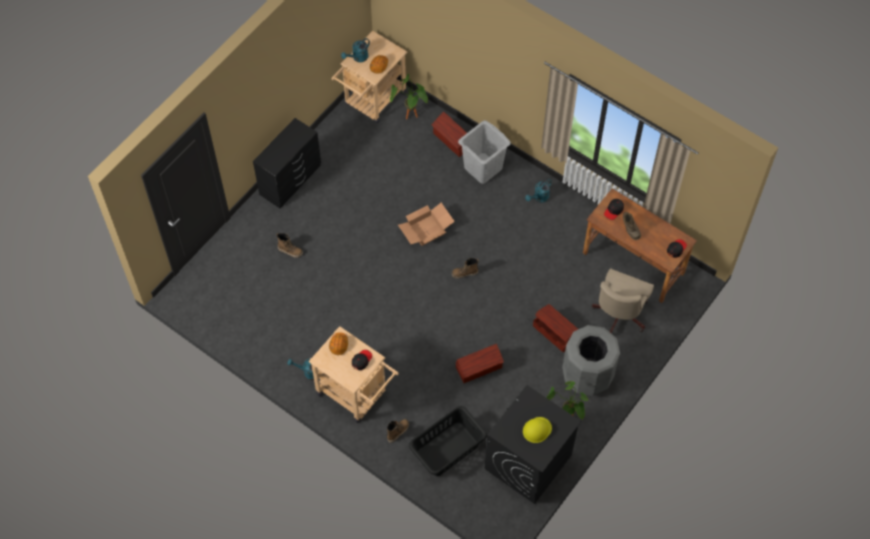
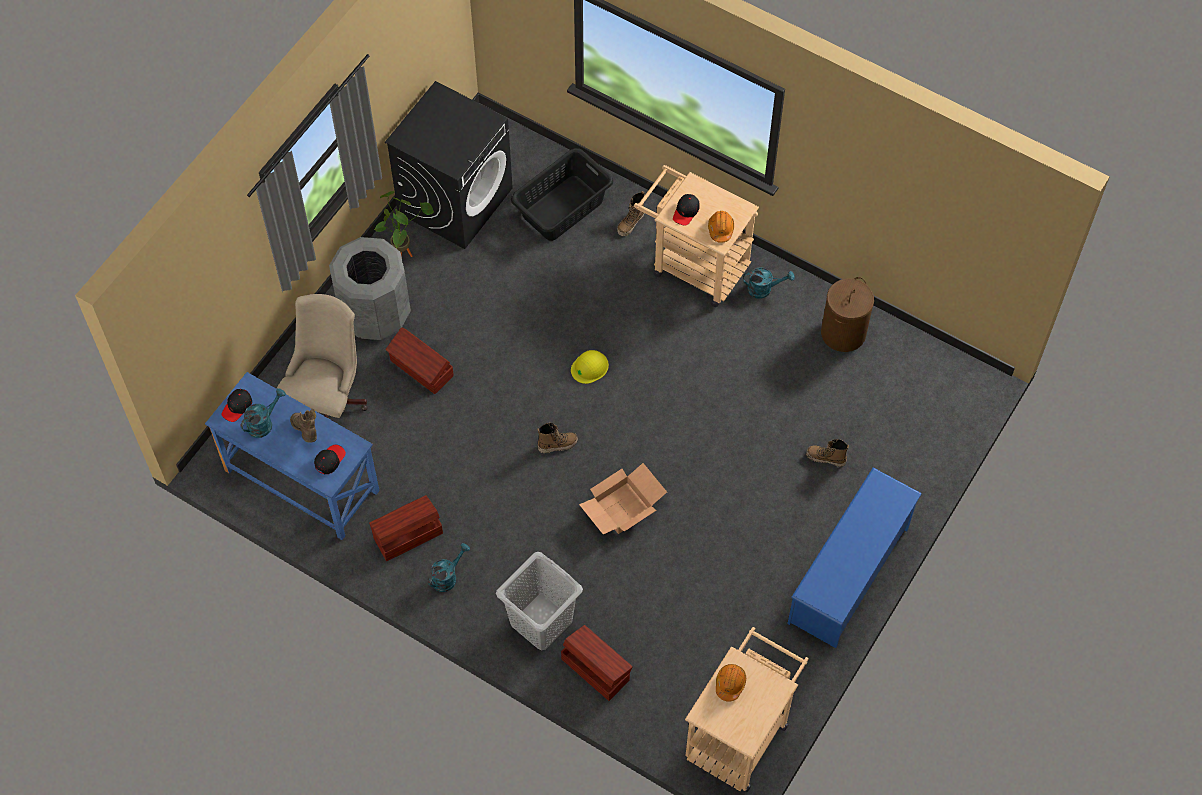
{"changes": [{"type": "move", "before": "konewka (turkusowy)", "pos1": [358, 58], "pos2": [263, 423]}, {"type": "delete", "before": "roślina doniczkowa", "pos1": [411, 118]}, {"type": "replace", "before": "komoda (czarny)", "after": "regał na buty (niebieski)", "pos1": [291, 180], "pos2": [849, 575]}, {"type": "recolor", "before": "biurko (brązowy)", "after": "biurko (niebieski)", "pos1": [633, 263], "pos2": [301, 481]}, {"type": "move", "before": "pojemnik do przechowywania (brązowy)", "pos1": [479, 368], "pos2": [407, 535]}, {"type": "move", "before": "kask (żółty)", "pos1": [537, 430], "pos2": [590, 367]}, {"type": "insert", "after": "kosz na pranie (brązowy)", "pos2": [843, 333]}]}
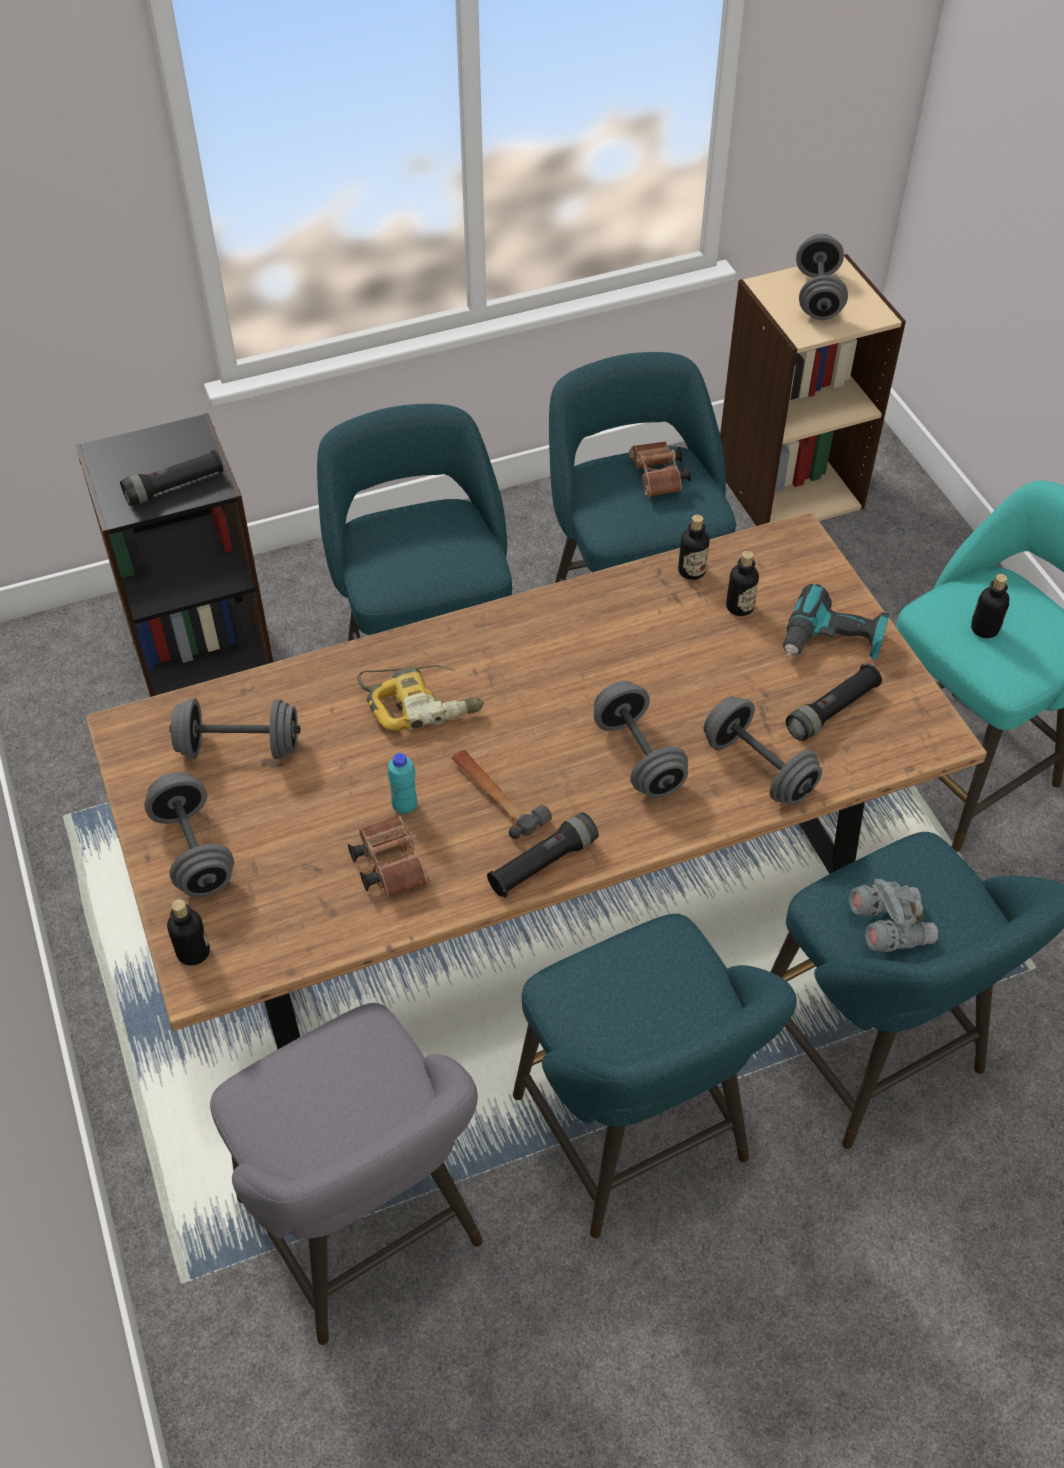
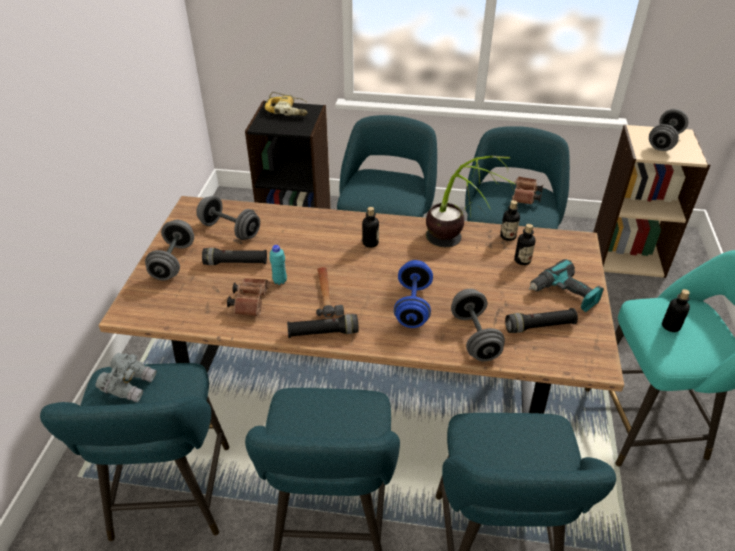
{"changes": [{"type": "move", "before": "latarka (czarny)", "pos1": [174, 487], "pos2": [236, 263]}, {"type": "move", "before": "wiertarka", "pos1": [421, 702], "pos2": [288, 110]}, {"type": "recolor", "before": "hantel (szary)", "after": "hantel (niebieski)", "pos1": [638, 757], "pos2": [413, 306]}, {"type": "move", "before": "lornetka (szary)", "pos1": [888, 927], "pos2": [129, 385]}, {"type": "move", "before": "butelka", "pos1": [193, 952], "pos2": [370, 243]}, {"type": "recolor", "before": "stołek (szary)", "after": "stołek (turkusowy)", "pos1": [366, 1233], "pos2": [170, 499]}, {"type": "insert", "after": "roślina doniczkowa", "pos2": [457, 248]}]}
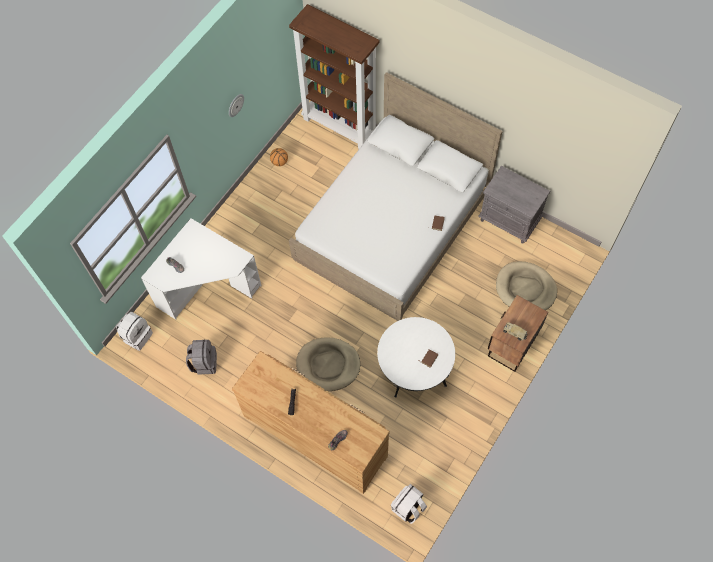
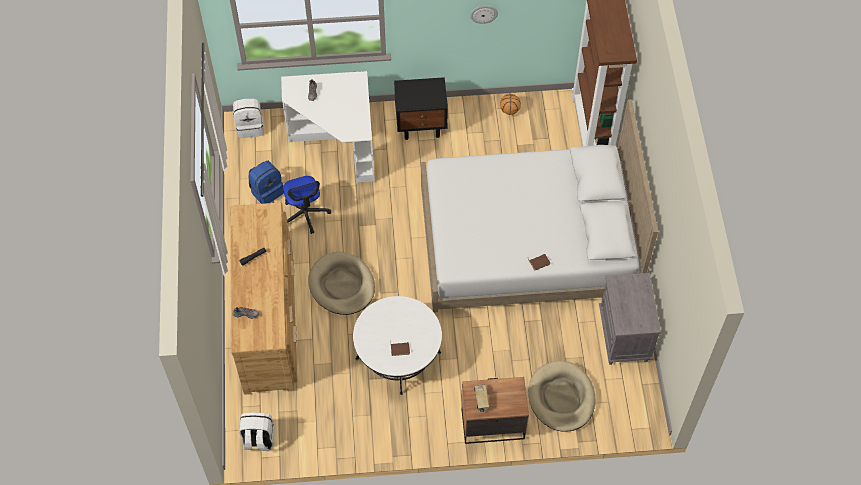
{"changes": [{"type": "recolor", "before": "plecak (szary)", "after": "plecak (niebieski)", "pos1": [204, 362], "pos2": [266, 191]}, {"type": "insert", "after": "szafka nocna (czarny)", "pos2": [421, 125]}, {"type": "insert", "after": "krzesło biurowe", "pos2": [305, 214]}]}
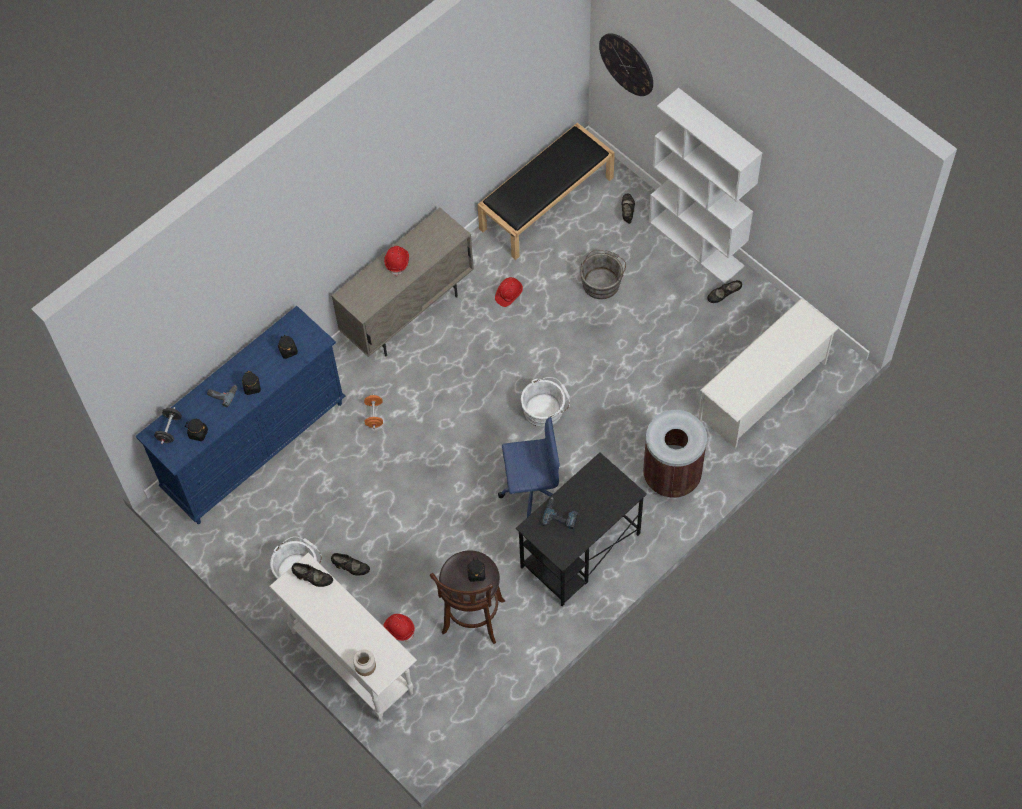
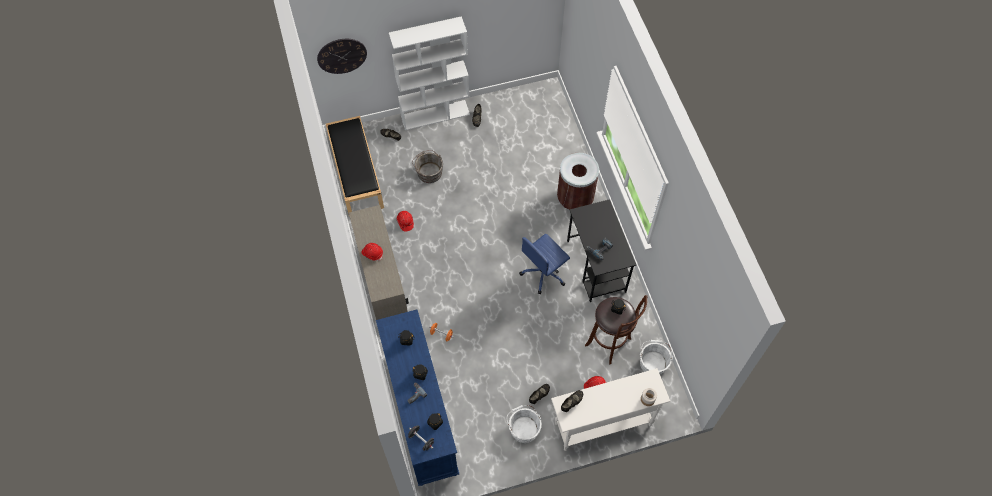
{"changes": [{"type": "delete", "before": "regał na buty (biały)", "pos1": [763, 391]}, {"type": "move", "before": "wiadro (biały)", "pos1": [545, 409], "pos2": [653, 361]}, {"type": "rotate", "before": "krzesło biurowe (niebieski)", "pos1": [531, 491], "pos2": [543, 273], "turn": -150}]}
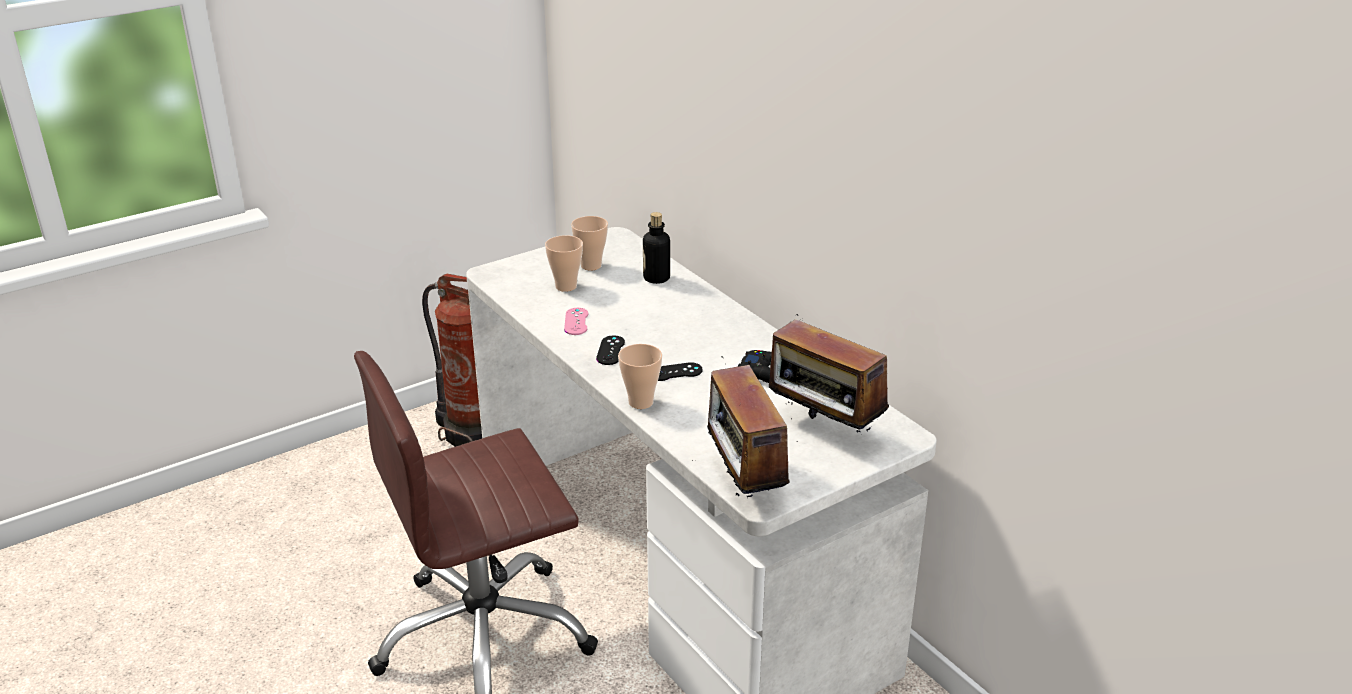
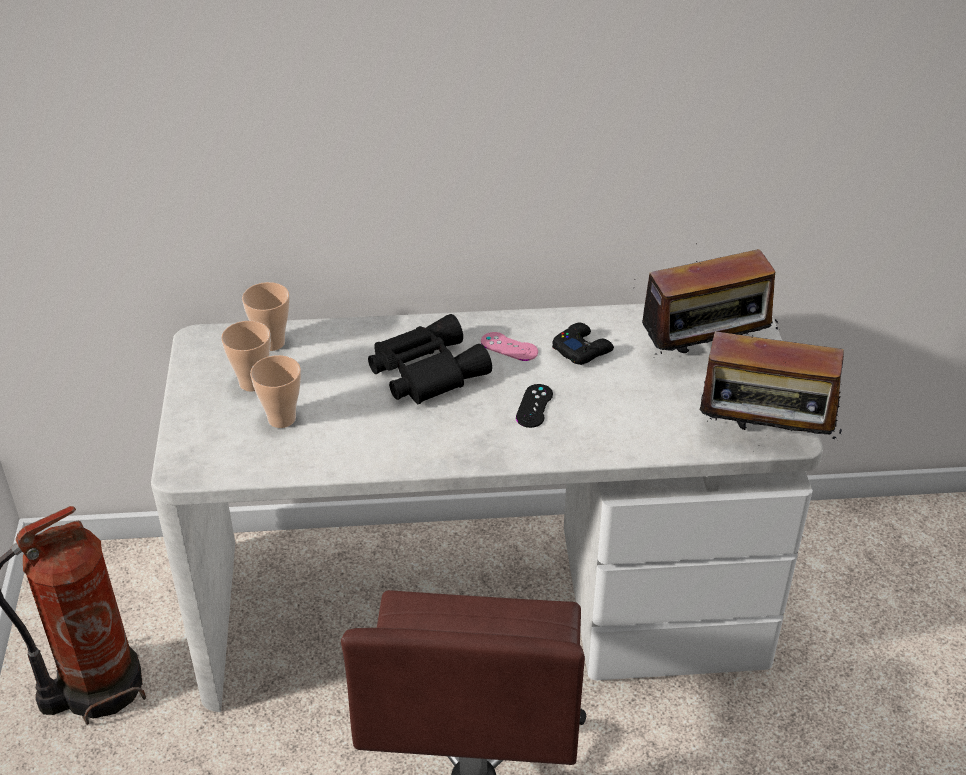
{"changes": [{"type": "delete", "before": "butelka", "pos1": [656, 278]}, {"type": "move", "before": "pad do gier (różowy)", "pos1": [576, 321], "pos2": [509, 347]}, {"type": "delete", "before": "pad do gier (czarny)", "pos1": [610, 350]}, {"type": "move", "before": "filiżanka", "pos1": [641, 402], "pos2": [272, 343]}, {"type": "insert", "after": "lornetka (czarny)", "pos2": [424, 370]}]}
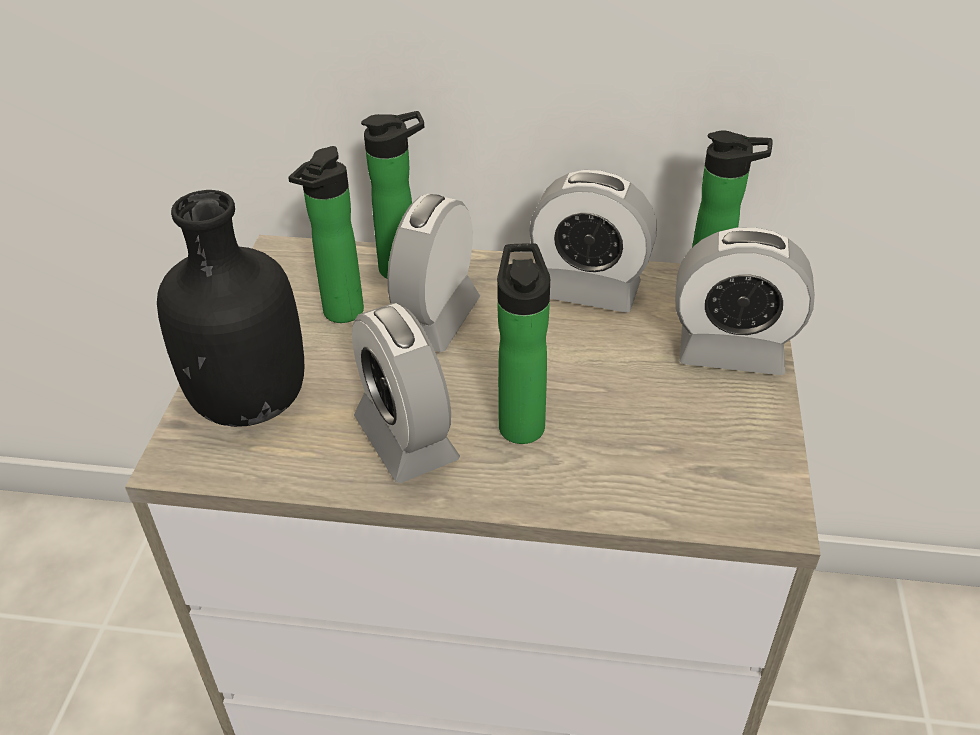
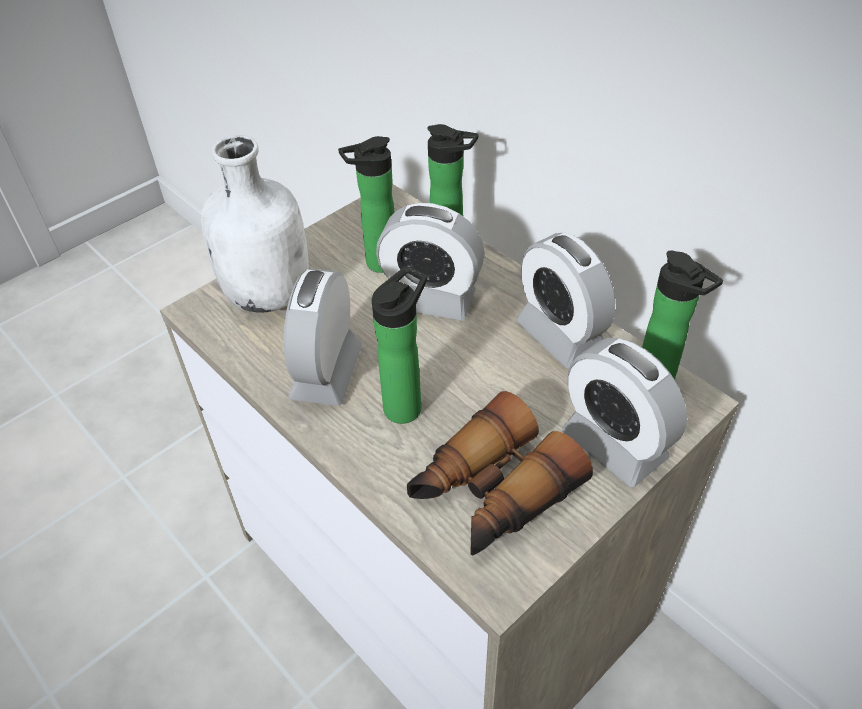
{"changes": [{"type": "recolor", "before": "butelka (czarny)", "after": "butelka (biały)", "pos1": [250, 400], "pos2": [270, 293]}, {"type": "rotate", "before": "budzik", "pos1": [435, 319], "pos2": [431, 299], "turn": -135}, {"type": "insert", "after": "lornetka", "pos2": [491, 492]}]}
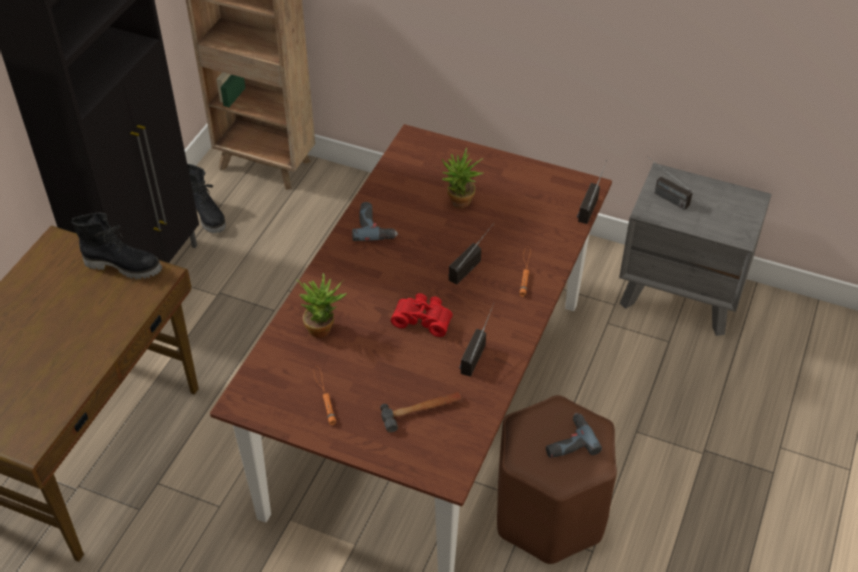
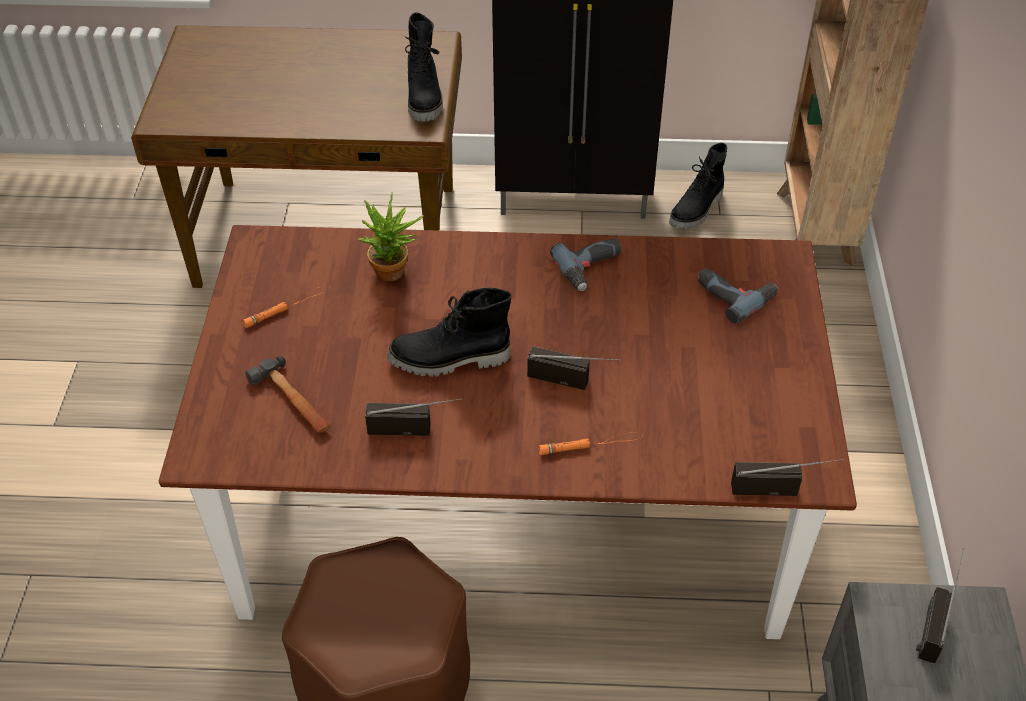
{"changes": [{"type": "delete", "before": "roślina doniczkowa", "pos1": [459, 204]}, {"type": "replace", "before": "lornetka (czerwony)", "after": "but z cholewką (czarny)", "pos1": [423, 319], "pos2": [449, 360]}, {"type": "move", "before": "wiertarka", "pos1": [567, 441], "pos2": [734, 294]}]}
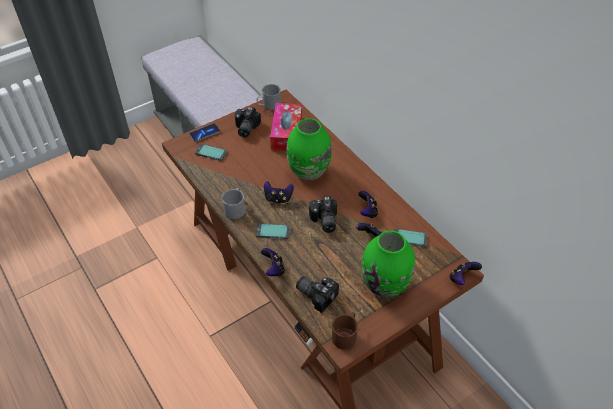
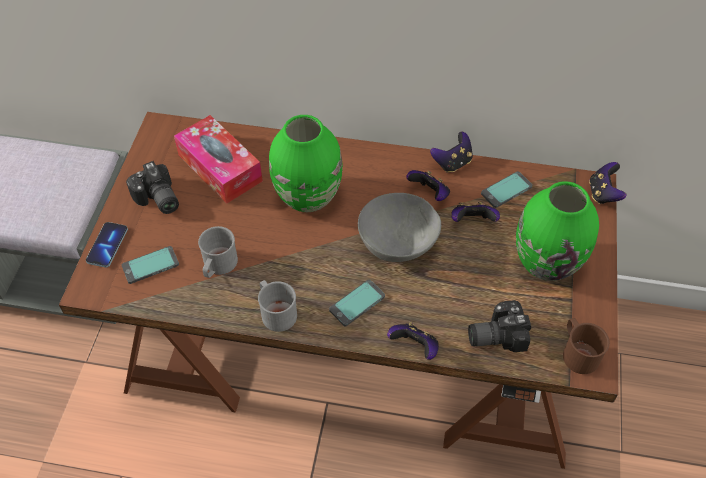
{"changes": [{"type": "move", "before": "kubek (szary)", "pos1": [269, 105], "pos2": [218, 266]}, {"type": "move", "before": "pad do gier", "pos1": [278, 199], "pos2": [452, 163]}, {"type": "replace", "before": "aparat fotograficzny", "after": "miska (szary)", "pos1": [323, 221], "pos2": [397, 243]}]}
